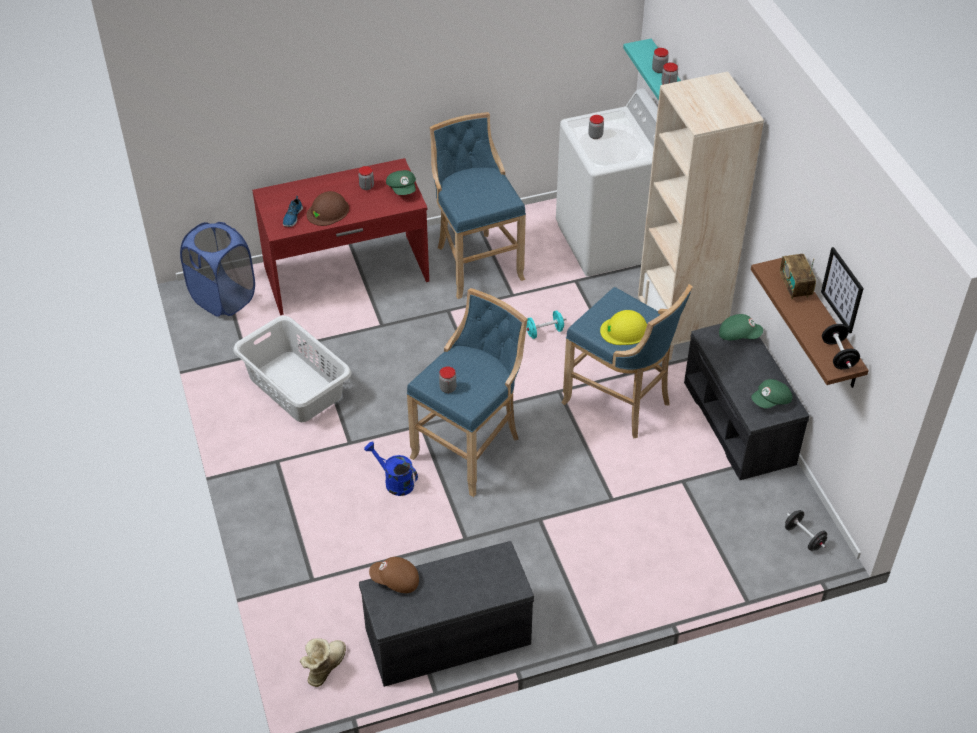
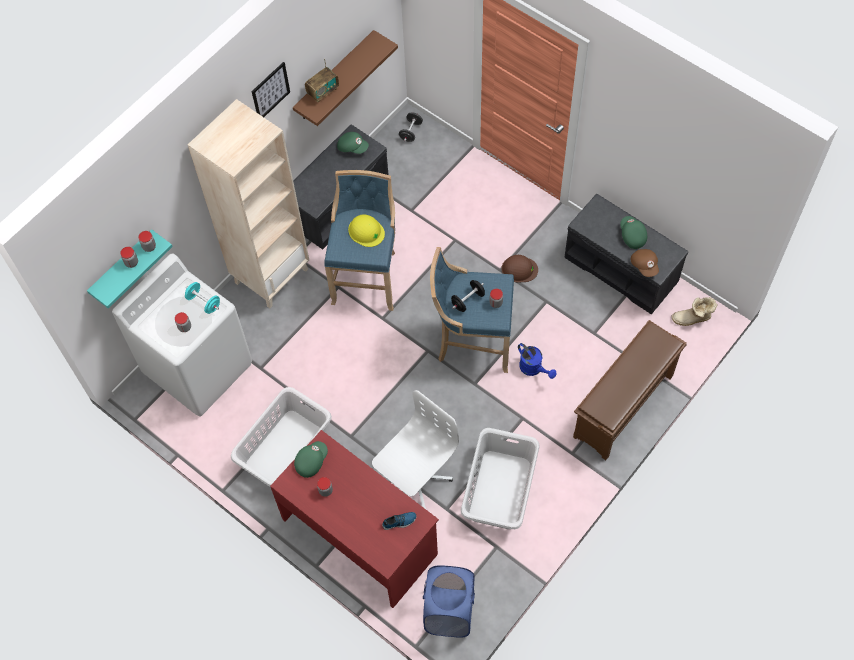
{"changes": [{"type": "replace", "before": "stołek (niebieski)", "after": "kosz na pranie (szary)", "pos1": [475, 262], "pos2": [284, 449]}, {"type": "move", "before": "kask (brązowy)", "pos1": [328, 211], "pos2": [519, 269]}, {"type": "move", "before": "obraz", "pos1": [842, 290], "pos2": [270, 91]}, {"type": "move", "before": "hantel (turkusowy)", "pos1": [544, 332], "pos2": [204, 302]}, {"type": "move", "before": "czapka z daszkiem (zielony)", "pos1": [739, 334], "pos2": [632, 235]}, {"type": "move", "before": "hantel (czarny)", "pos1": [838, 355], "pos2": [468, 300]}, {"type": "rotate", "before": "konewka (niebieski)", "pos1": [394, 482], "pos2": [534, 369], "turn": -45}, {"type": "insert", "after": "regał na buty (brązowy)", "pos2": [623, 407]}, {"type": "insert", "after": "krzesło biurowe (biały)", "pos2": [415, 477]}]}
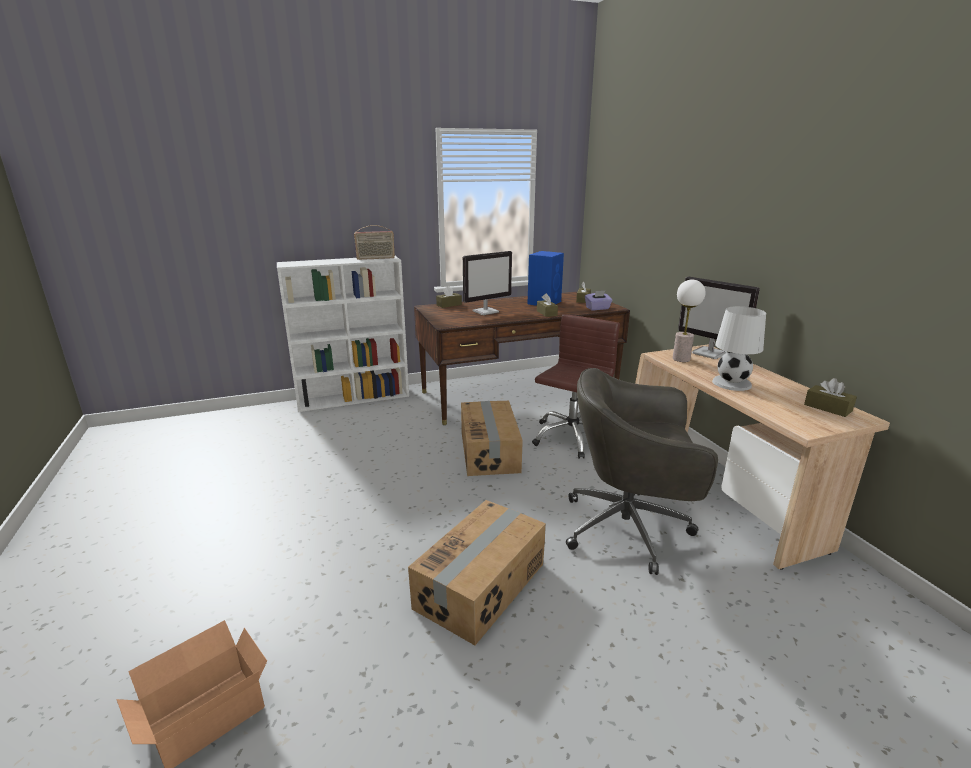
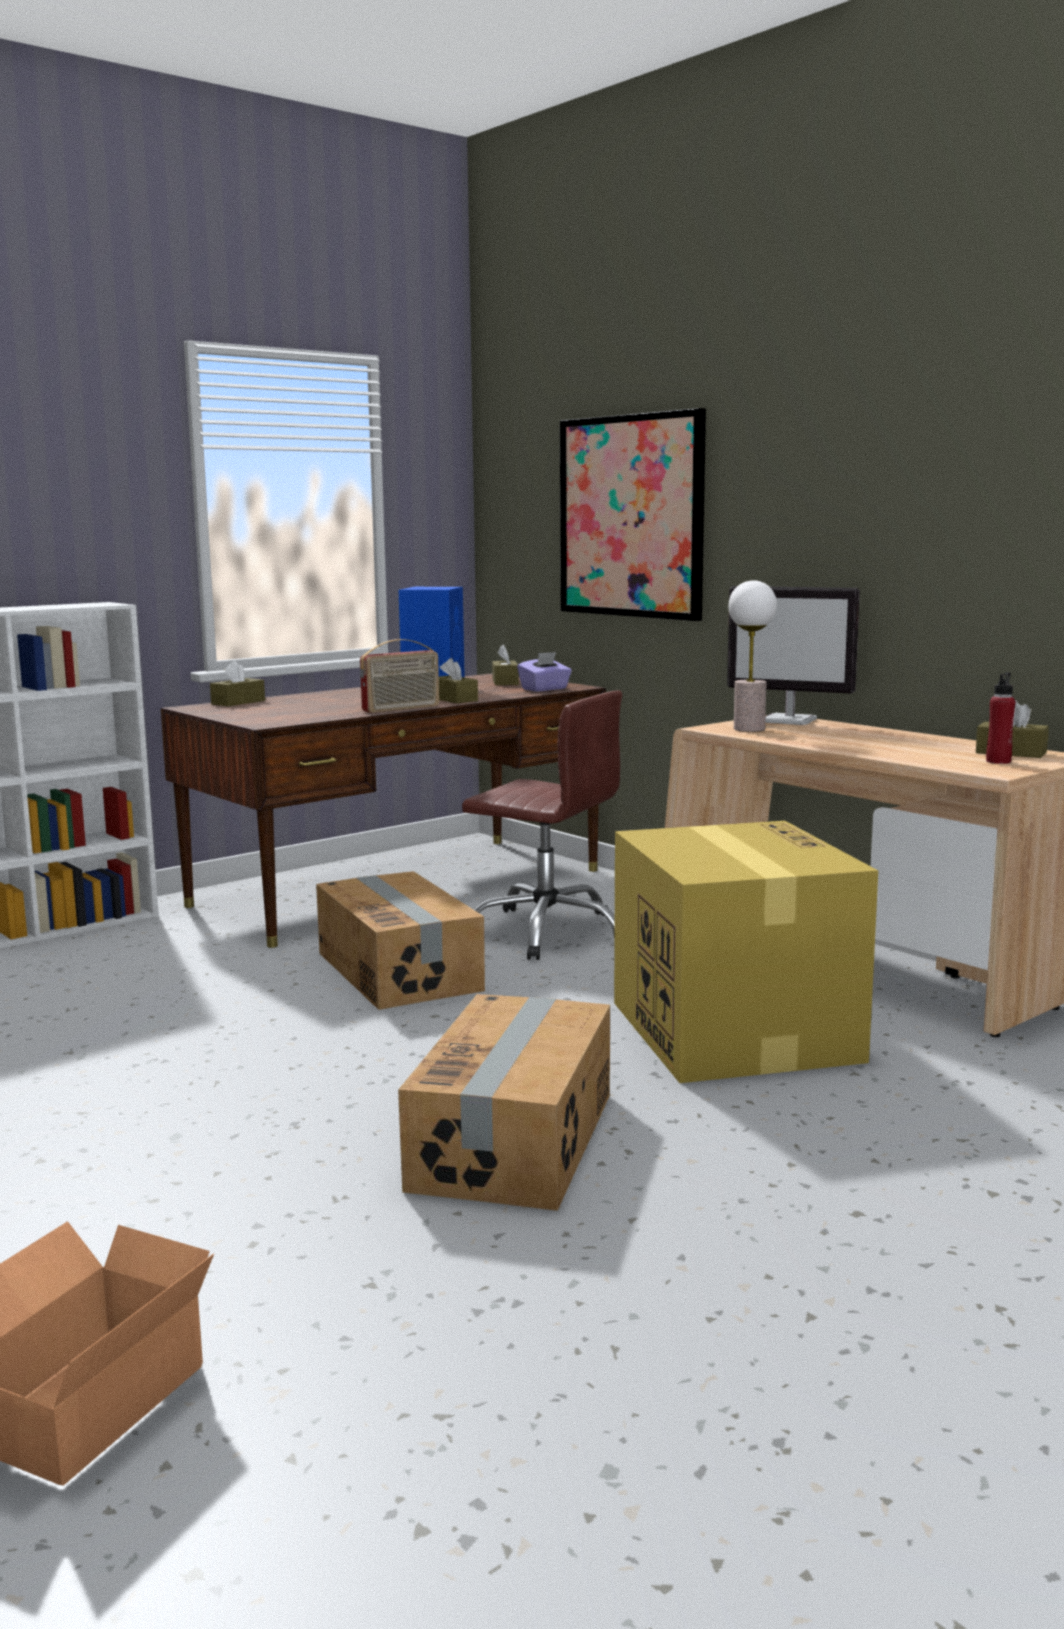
{"changes": [{"type": "move", "before": "radio", "pos1": [375, 258], "pos2": [401, 709]}, {"type": "delete", "before": "monitor", "pos1": [486, 311]}, {"type": "delete", "before": "lampa stołowa (biały)", "pos1": [731, 383]}, {"type": "rotate", "before": "krzesło biurowe (brązowy)", "pos1": [571, 437], "pos2": [547, 932], "turn": 105}, {"type": "replace", "before": "krzesło biurowe (szary)", "after": "karton", "pos1": [629, 528], "pos2": [731, 1030]}, {"type": "insert", "after": "obraz", "pos2": [631, 516]}, {"type": "insert", "after": "butelka (czerwony)", "pos2": [998, 761]}]}
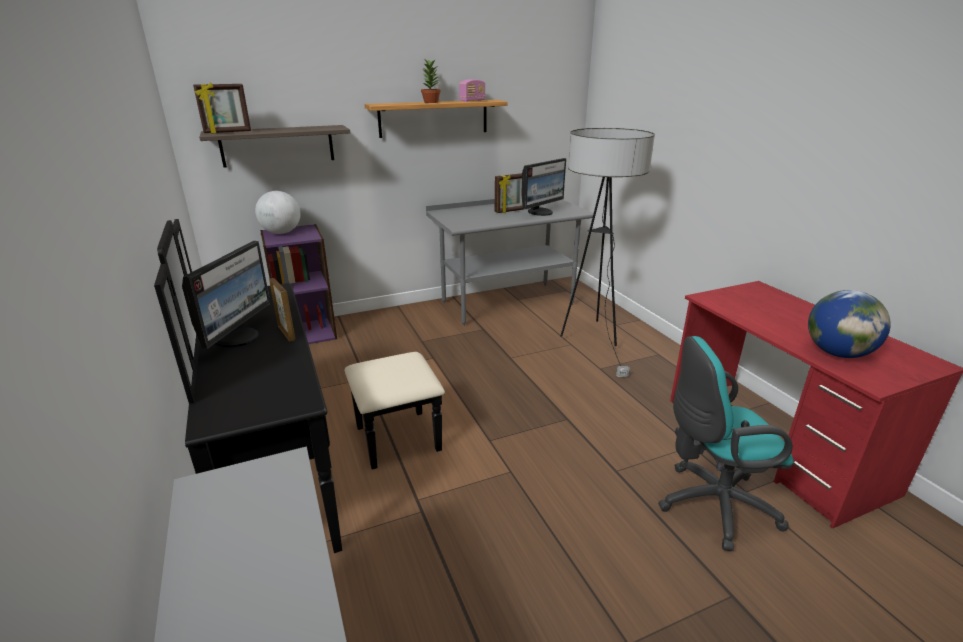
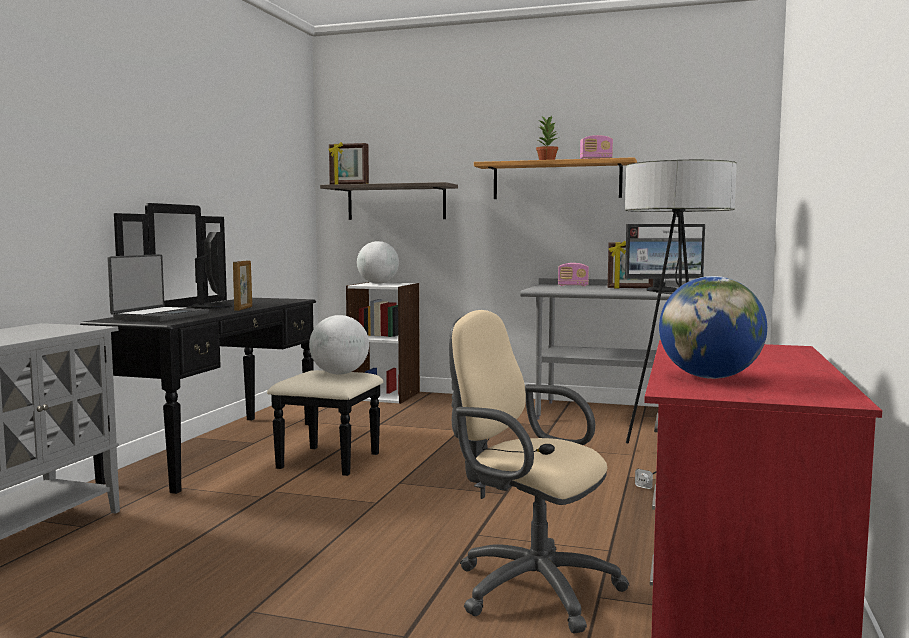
{"changes": [{"type": "recolor", "before": "regał (fioletowy)", "after": "regał (biały)", "pos1": [307, 332], "pos2": [385, 395]}, {"type": "rotate", "before": "monitor", "pos1": [238, 337], "pos2": [213, 307], "turn": -75}, {"type": "recolor", "before": "krzesło biurowe (turkusowy)", "after": "krzesło biurowe (beżowy)", "pos1": [710, 505], "pos2": [528, 587]}, {"type": "insert", "after": "laptop", "pos2": [160, 316]}, {"type": "insert", "after": "radio", "pos2": [573, 285]}, {"type": "insert", "after": "globus", "pos2": [340, 373]}]}
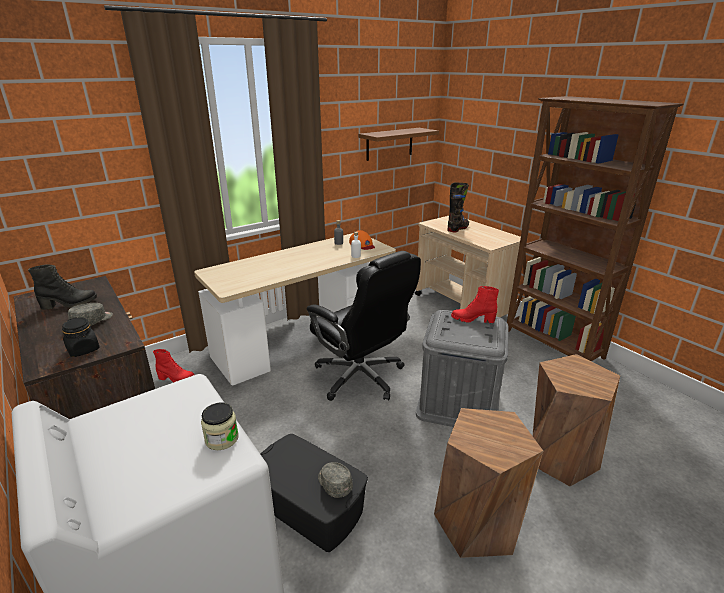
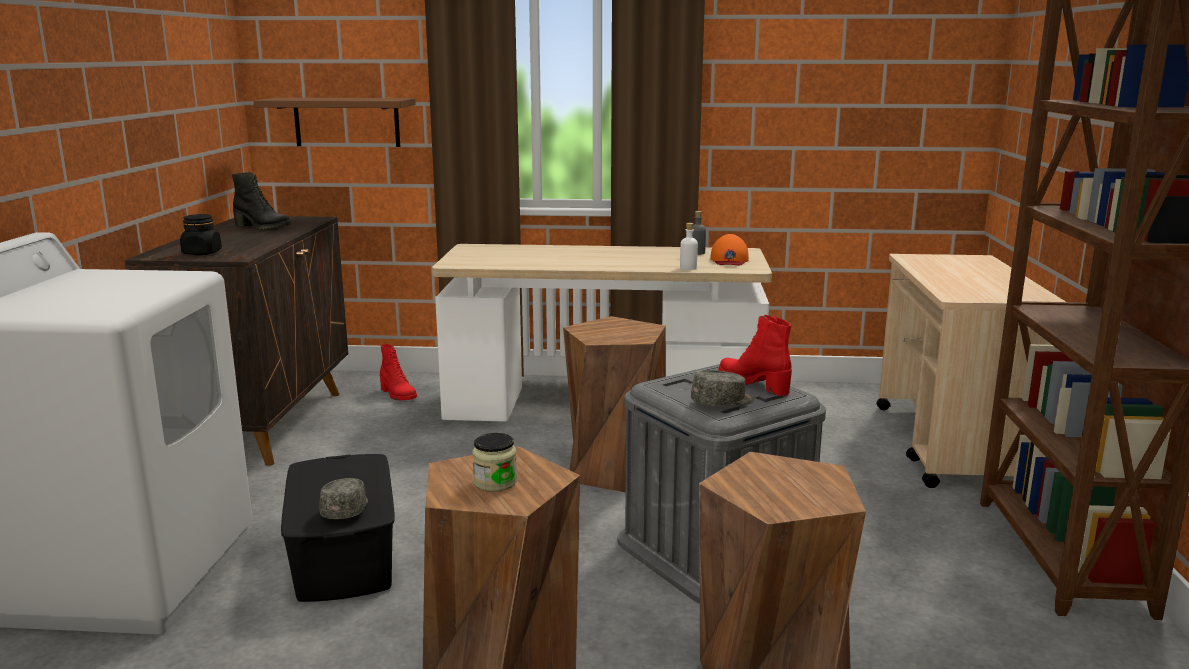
{"changes": [{"type": "move", "before": "półka (brązowy)", "pos1": [389, 144], "pos2": [347, 122]}, {"type": "delete", "before": "but z cholewką (czarny)", "pos1": [458, 229]}, {"type": "replace", "before": "krzesło biurowe (czarny)", "after": "stołek (brązowy)", "pos1": [361, 377], "pos2": [613, 469]}, {"type": "move", "before": "czapka z daszkiem (szary)", "pos1": [93, 321], "pos2": [723, 402]}, {"type": "move", "before": "słoik", "pos1": [222, 439], "pos2": [495, 482]}]}
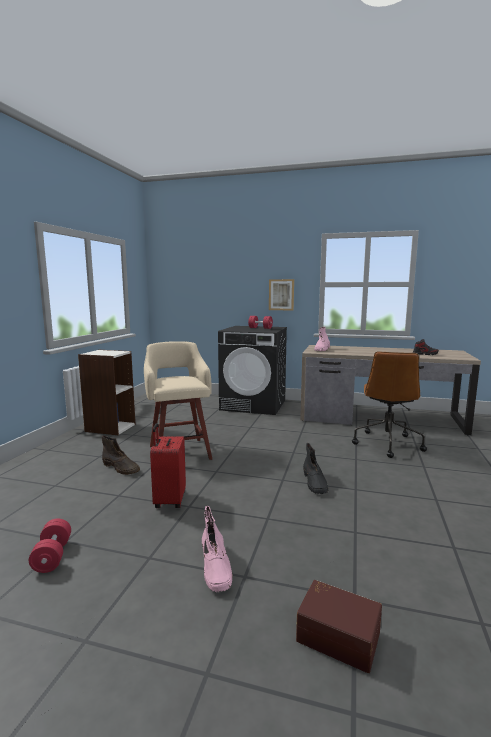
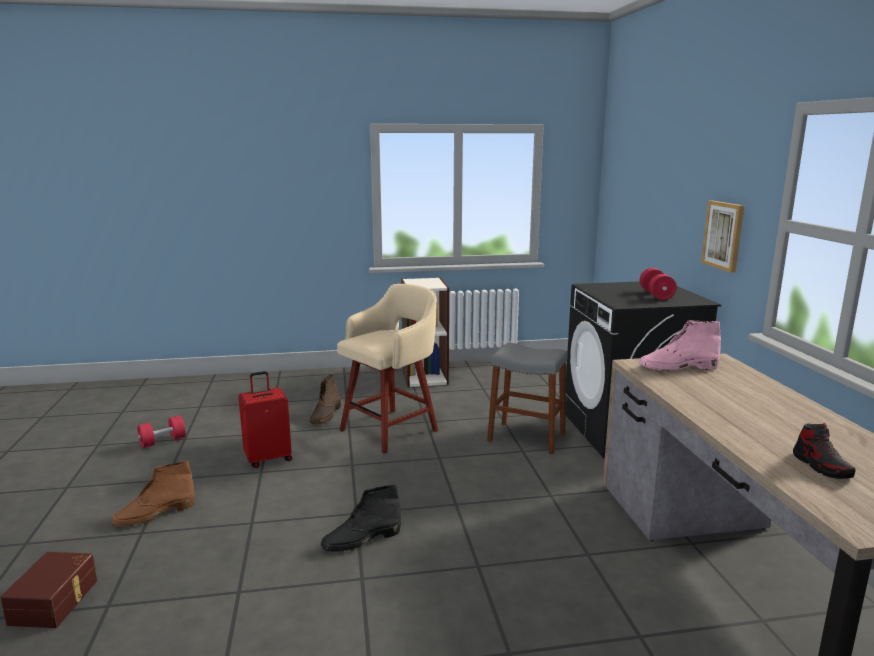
{"changes": [{"type": "delete", "before": "krzesło biurowe (brązowy)", "pos1": [387, 443]}, {"type": "recolor", "before": "but z cholewką (różowy)", "after": "but z cholewką (brązowy)", "pos1": [216, 567], "pos2": [154, 514]}, {"type": "insert", "after": "stołek (szary)", "pos2": [526, 437]}]}
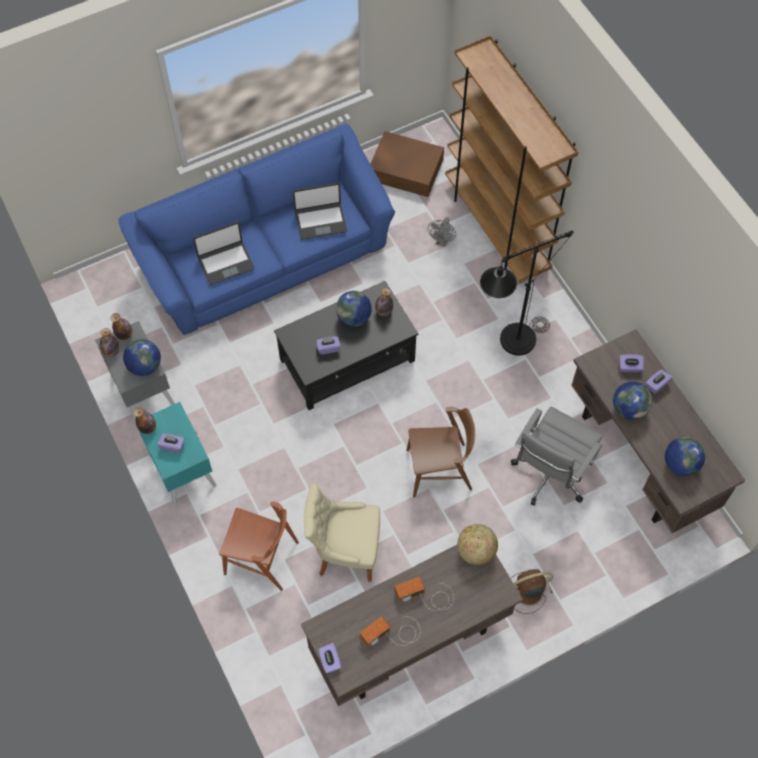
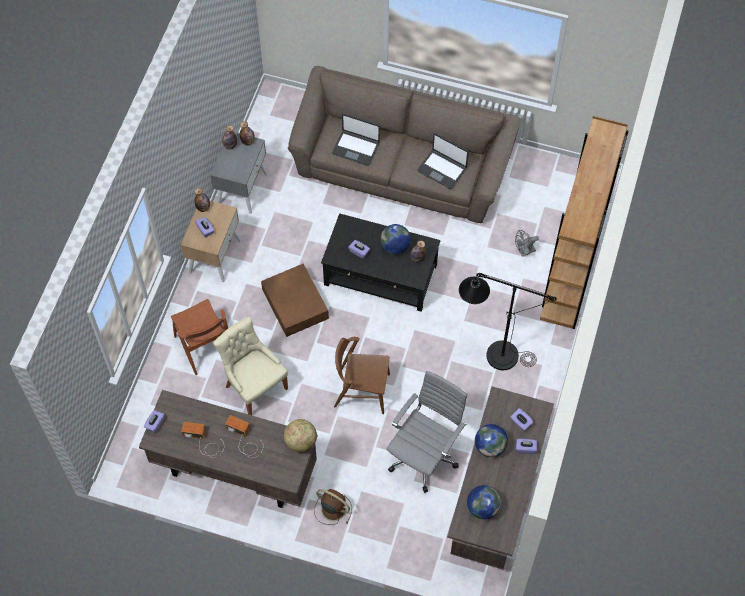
{"changes": [{"type": "recolor", "before": "kanapa (niebieski)", "after": "kanapa (brązowy)", "pos1": [265, 255], "pos2": [401, 166]}, {"type": "move", "before": "pojemnik do przechowywania (brązowy)", "pos1": [405, 169], "pos2": [295, 303]}, {"type": "delete", "before": "globus", "pos1": [145, 366]}, {"type": "recolor", "before": "szafka nocna (turkusowy)", "after": "szafka nocna (beżowy)", "pos1": [182, 470], "pos2": [215, 255]}, {"type": "rotate", "before": "krzesło (brązowy)", "pos1": [439, 470], "pos2": [361, 390], "turn": 150}, {"type": "rotate", "before": "krzesło biurowe (szary)", "pos1": [549, 476], "pos2": [424, 455], "turn": 135}]}
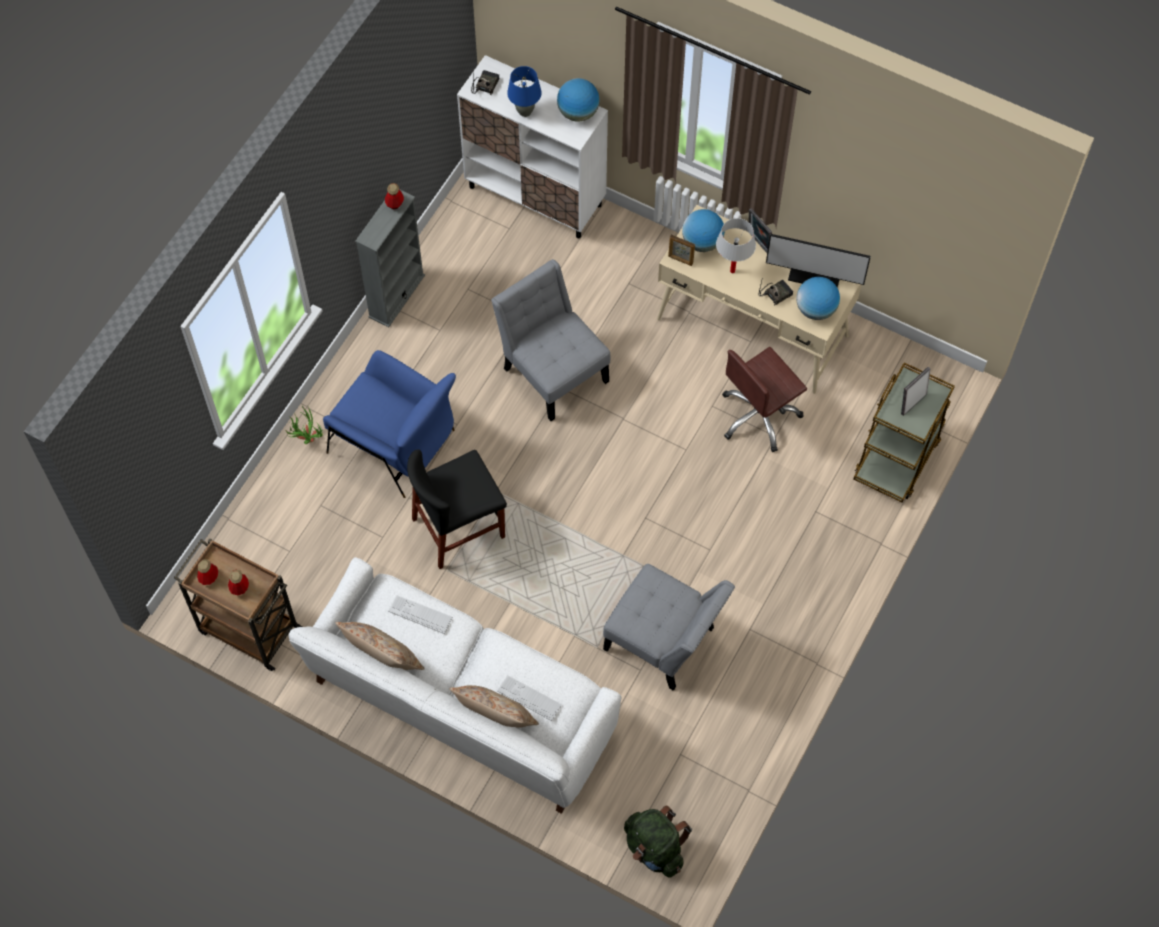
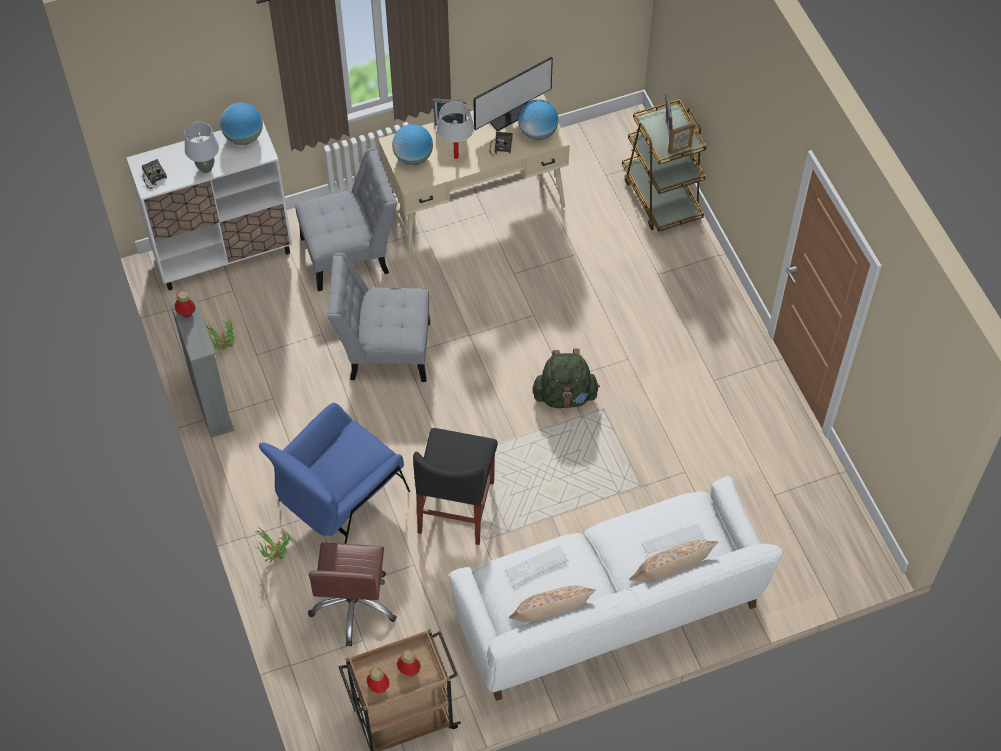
{"changes": [{"type": "recolor", "before": "lampa stołowa (niebieski)", "after": "lampa stołowa (szary)", "pos1": [525, 112], "pos2": [206, 168]}, {"type": "move", "before": "ramka na zdjęcie", "pos1": [680, 260], "pos2": [679, 149]}, {"type": "move", "before": "krzesło biurowe (brązowy)", "pos1": [759, 416], "pos2": [354, 605]}, {"type": "rotate", "before": "fotel (niebieski)", "pos1": [394, 444], "pos2": [341, 499], "turn": 150}, {"type": "move", "before": "krzesło (szary)", "pos1": [664, 643], "pos2": [350, 254]}, {"type": "move", "before": "plecak (zielony)", "pos1": [655, 848], "pos2": [565, 396]}, {"type": "insert", "after": "roślina doniczkowa", "pos2": [223, 349]}]}
